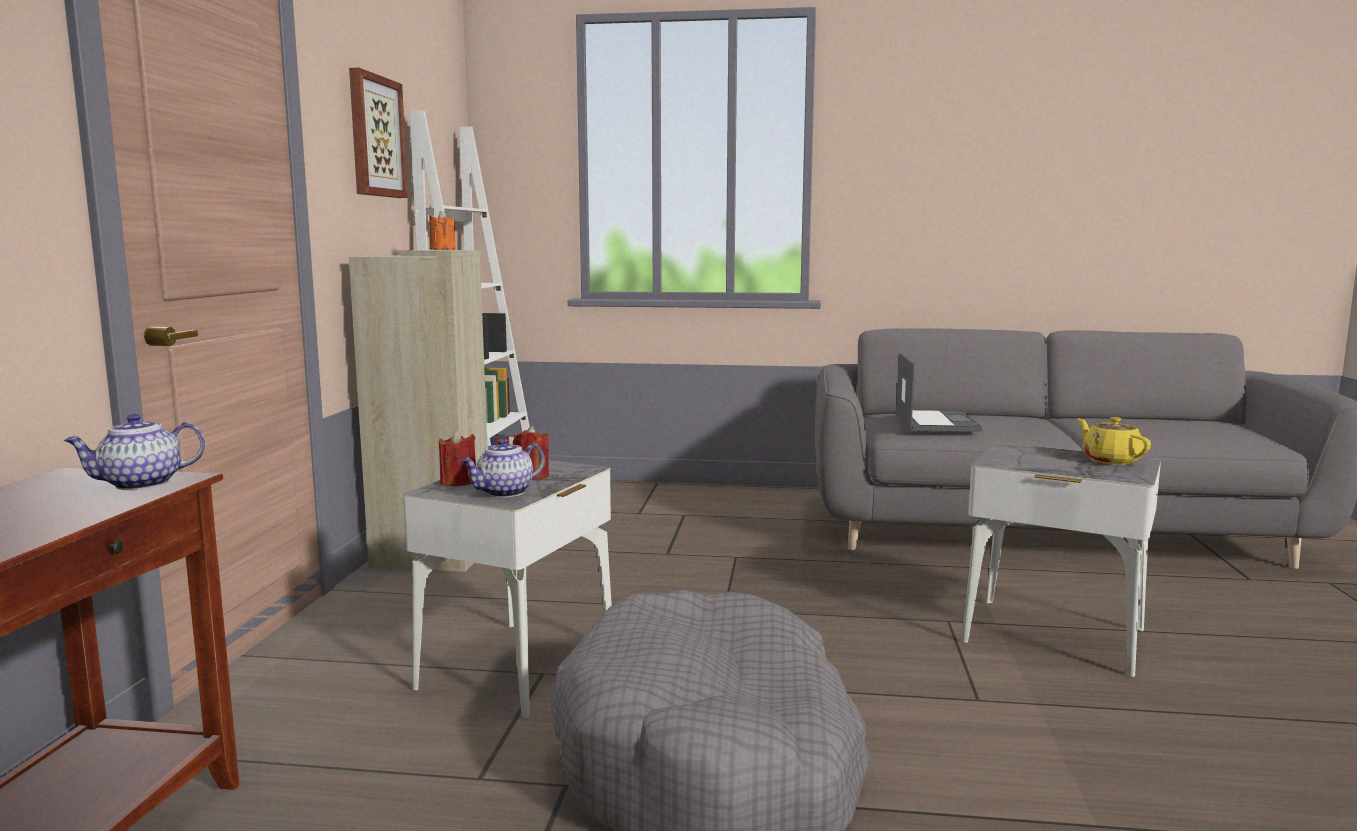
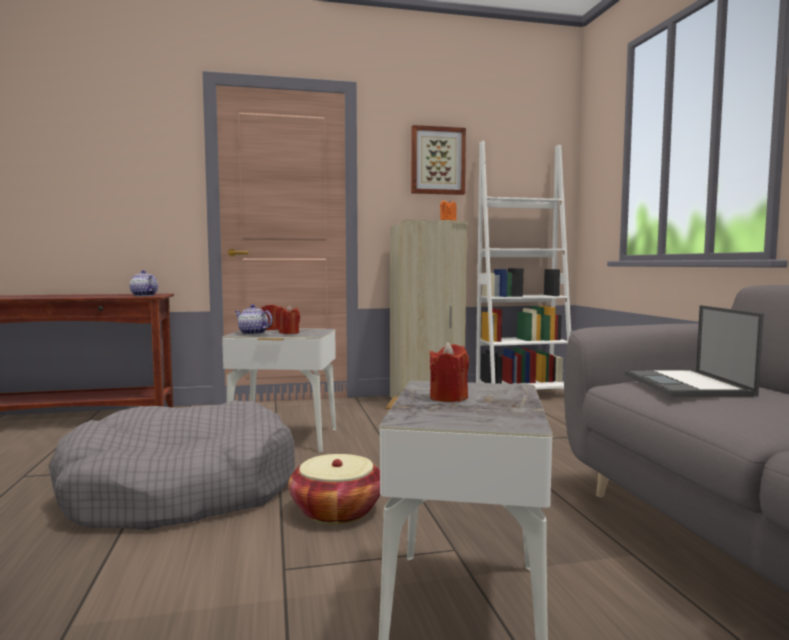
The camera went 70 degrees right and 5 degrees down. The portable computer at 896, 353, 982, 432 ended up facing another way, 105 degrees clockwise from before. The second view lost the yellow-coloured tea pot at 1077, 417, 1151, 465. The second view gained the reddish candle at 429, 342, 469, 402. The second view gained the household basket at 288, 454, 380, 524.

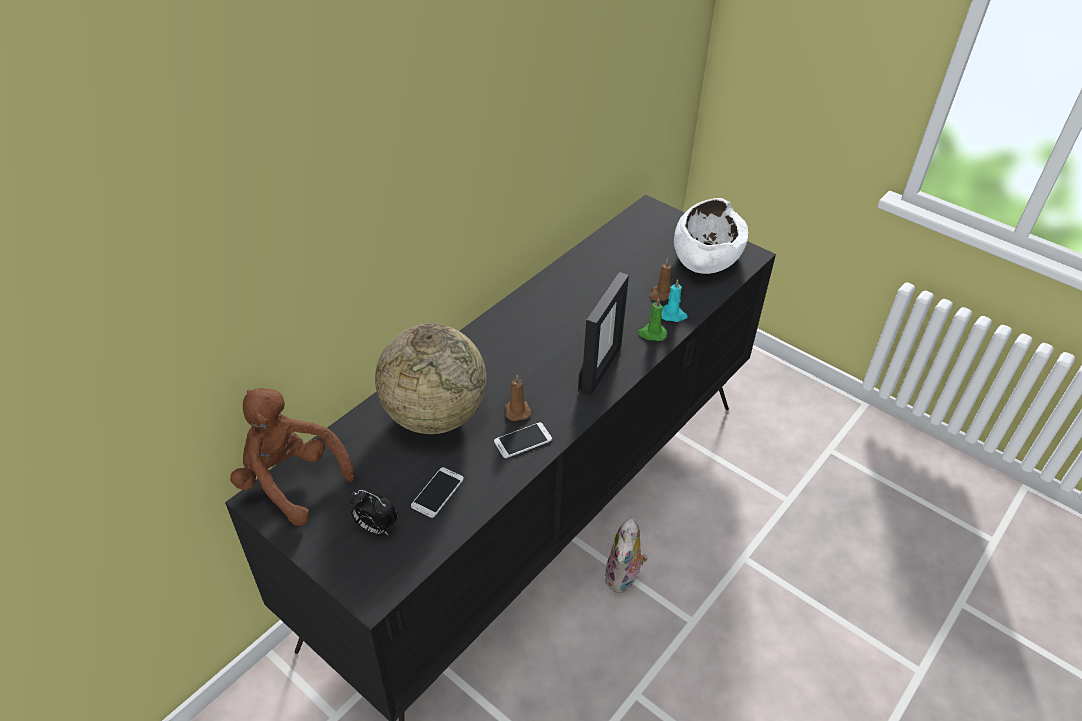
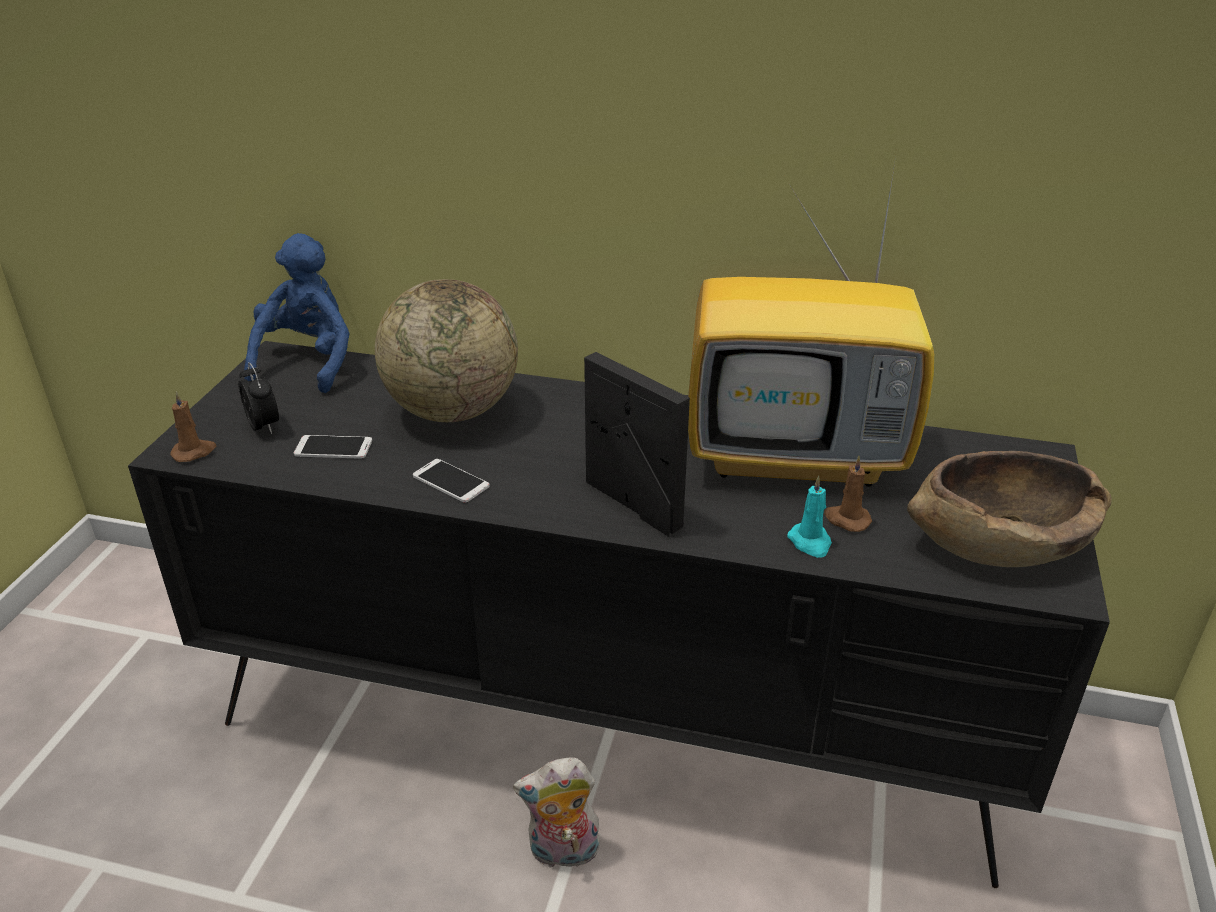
The camera went 65 degrees right and 10 degrees down. What was the whitish deep dish at 674, 198, 749, 274 turned into the brown deep dish at 907, 451, 1112, 567. The standing frame at 578, 272, 629, 396 ended up facing another way, 135 degrees counterclockwise from before. The second view lost the green candle at 637, 297, 667, 341. The brown candle ended up elsewhere, having gone from 504, 375, 532, 421 to 170, 391, 216, 462. What was the brown soft toy at 230, 388, 355, 526 turned into the bluish soft toy at 244, 233, 350, 393. The bedside clock at 349, 489, 398, 536 ended up facing another way, 150 degrees clockwise from before. The second view gained the TV at 688, 157, 934, 487.

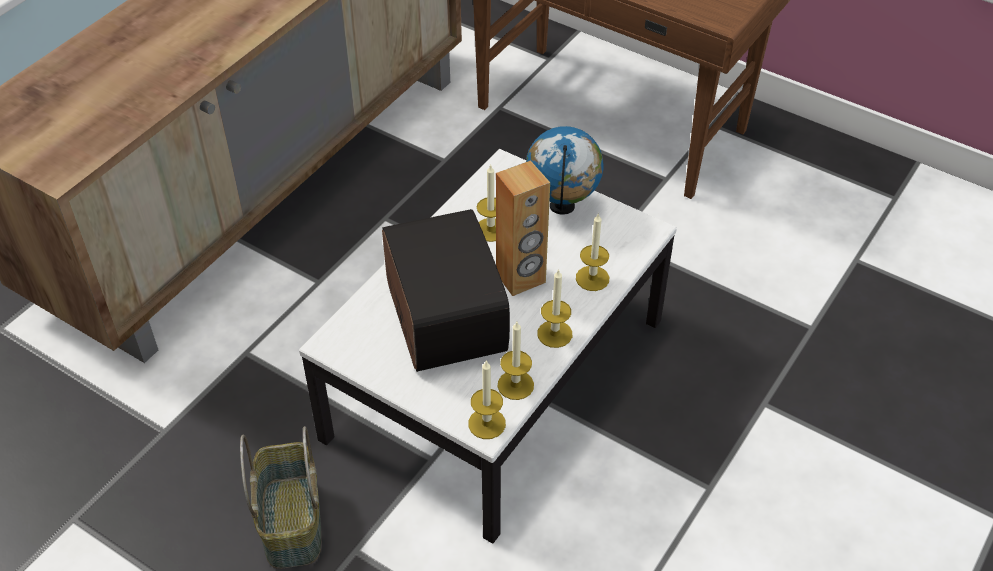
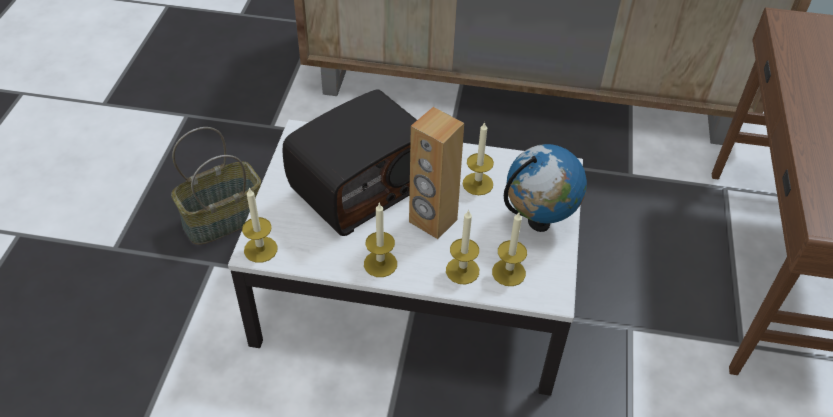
The camera went 65 degrees right and 0 degrees up. The candle ended up elsewhere, having gone from 498, 322, 534, 400 to 492, 212, 527, 286.

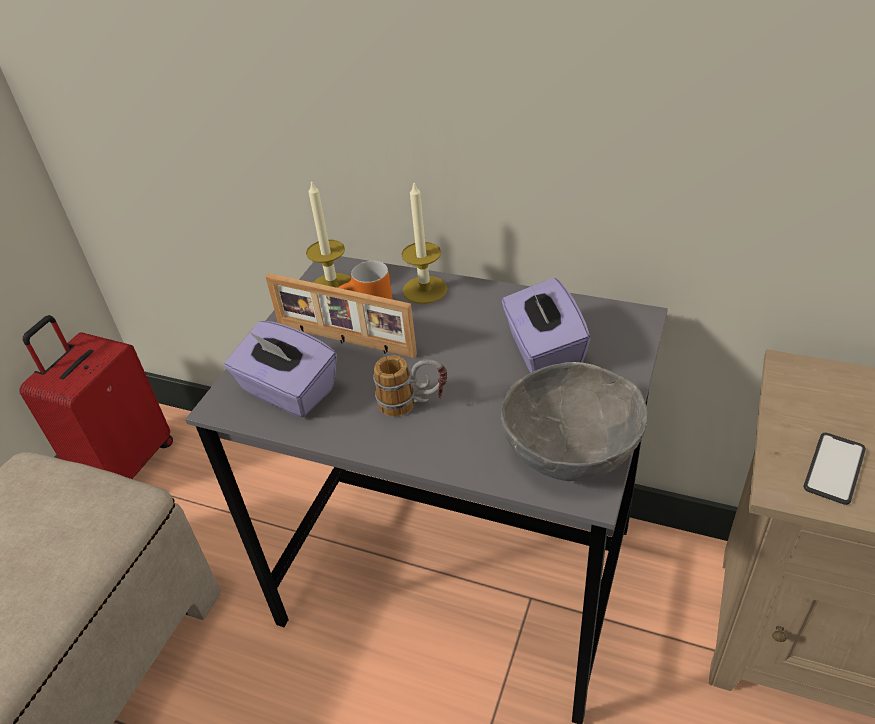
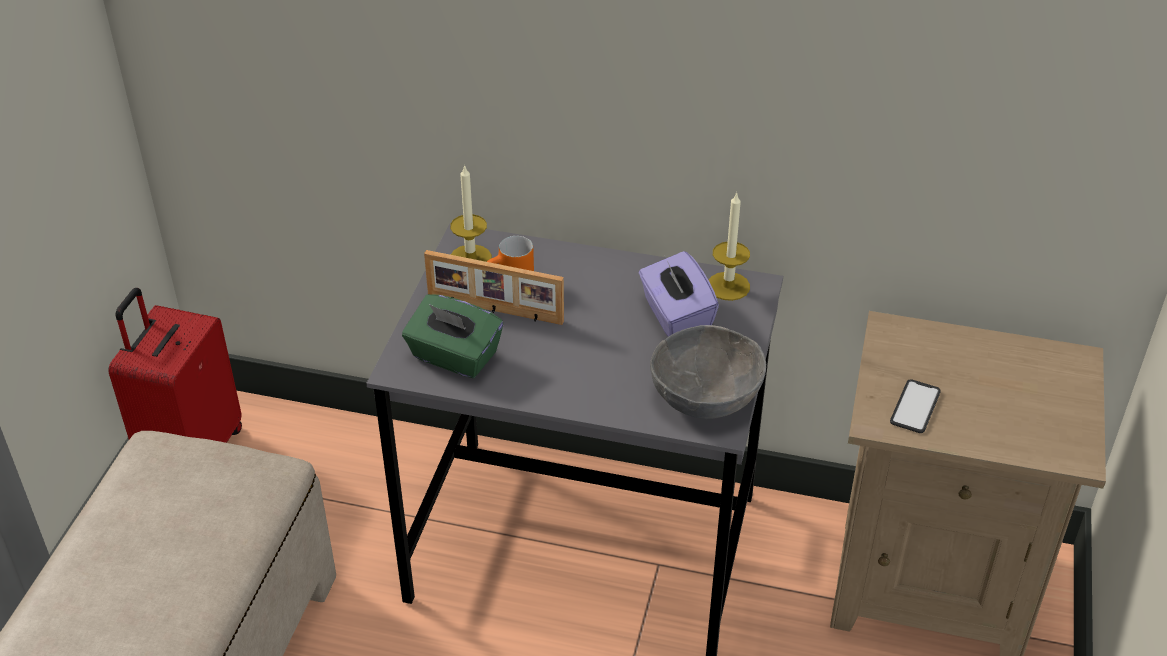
The camera went 10 degrees left and 0 degrees up. The candle ended up elsewhere, having gone from 401, 183, 448, 304 to 709, 192, 750, 301. What was the purple tissue box at 225, 321, 337, 417 turned into the green tissue box at 402, 294, 503, 378. The second view lost the tea mug at 373, 355, 447, 417.

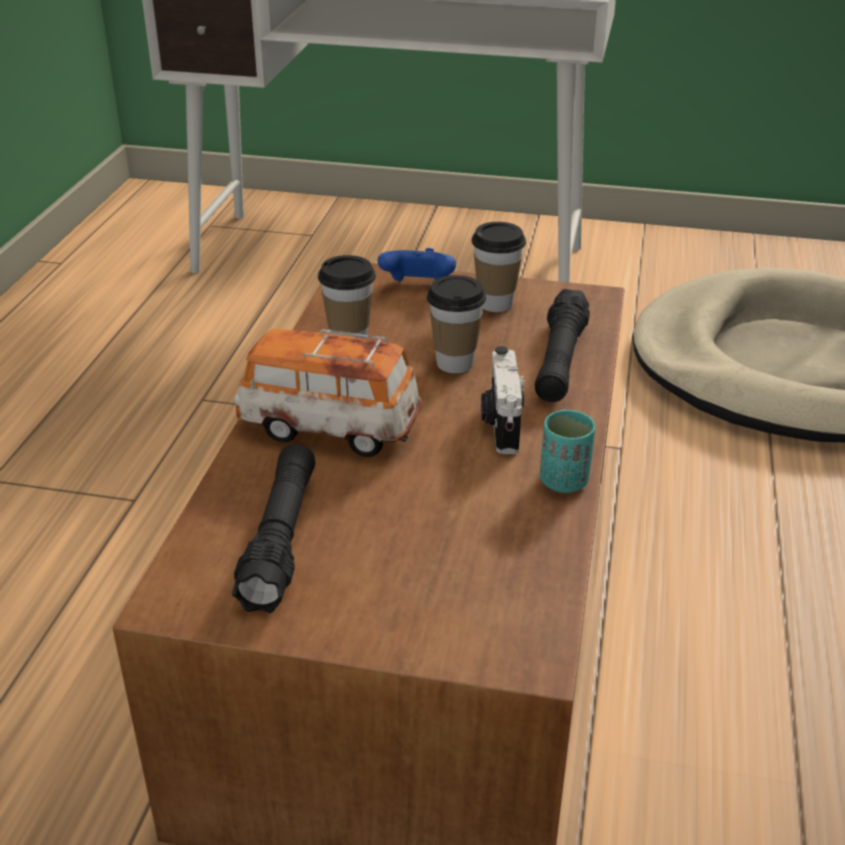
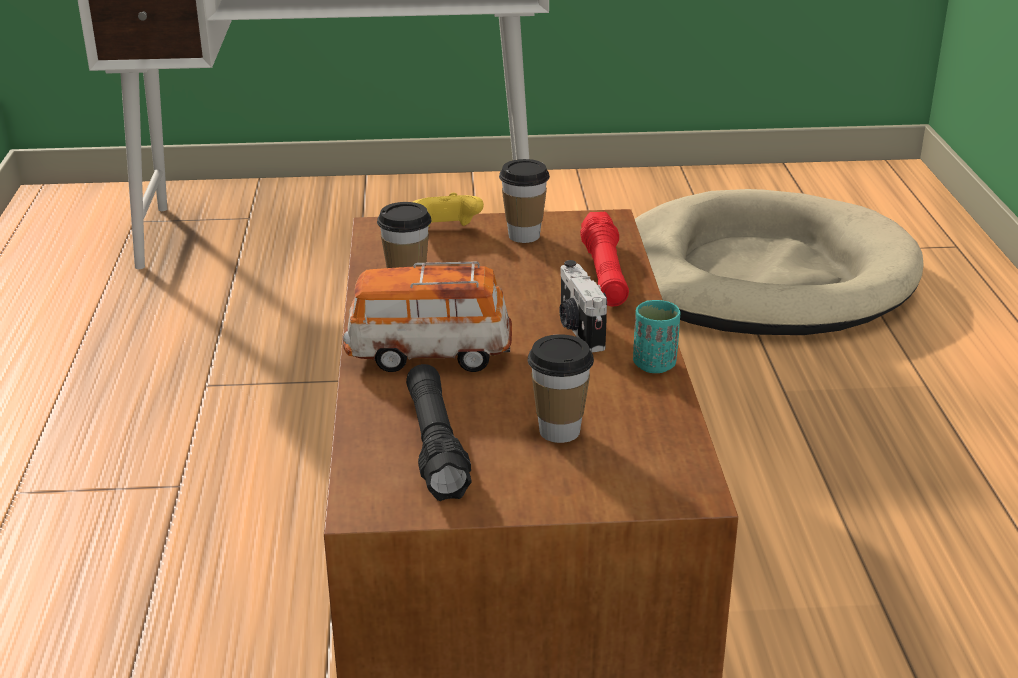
The camera went 15 degrees left and 5 degrees down. What was the bluish game controller at 377, 248, 456, 281 turned into the yellow-coloured game controller at 413, 193, 484, 228. The small cup ended up elsewhere, having gone from 427, 275, 486, 373 to 528, 334, 594, 443. What was the black-coloured torch at 535, 289, 590, 402 turned into the reddish torch at 580, 212, 629, 307.

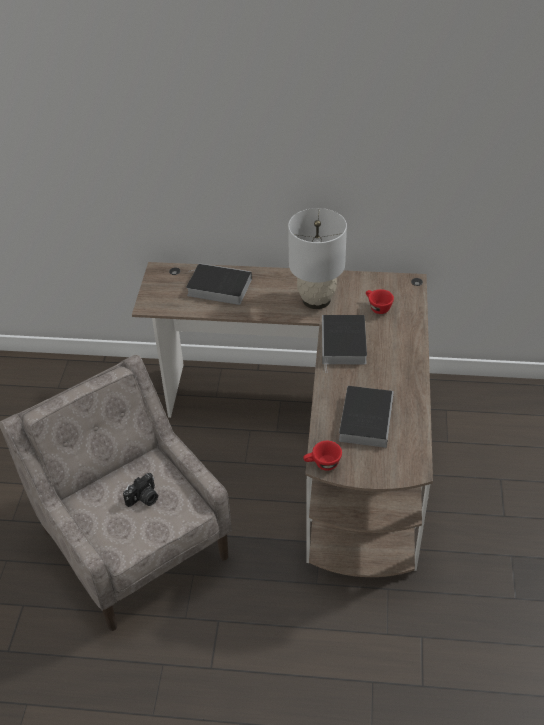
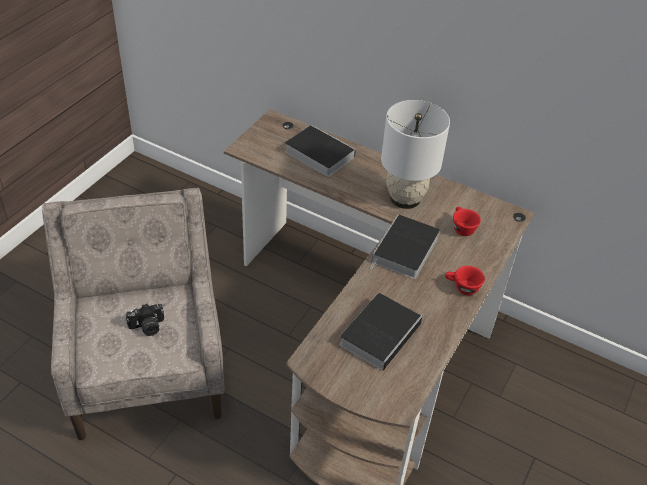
The camera went 20 degrees right and 0 degrees up. The reddish small cup ended up elsewhere, having gone from 303, 441, 342, 471 to 445, 266, 485, 295.

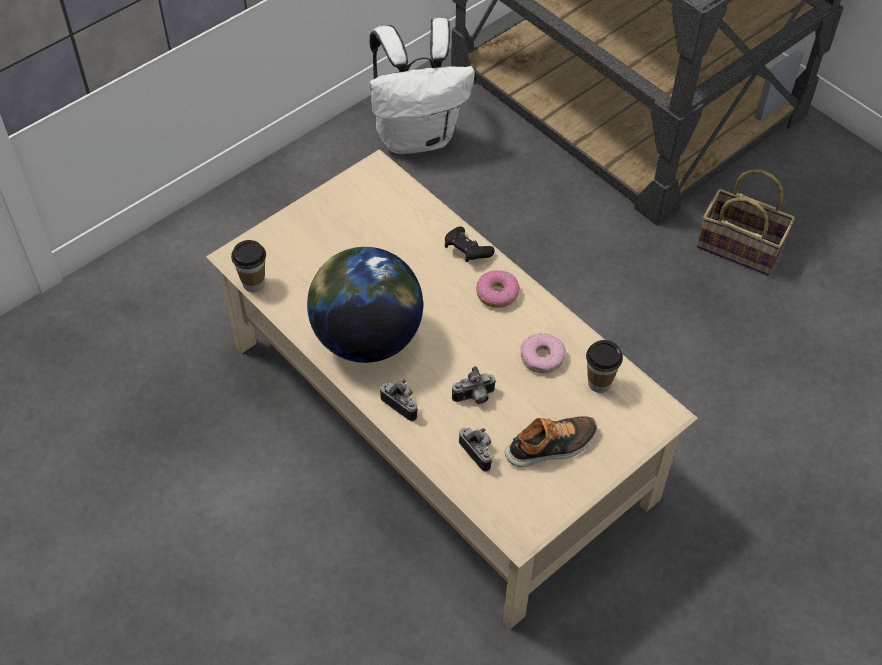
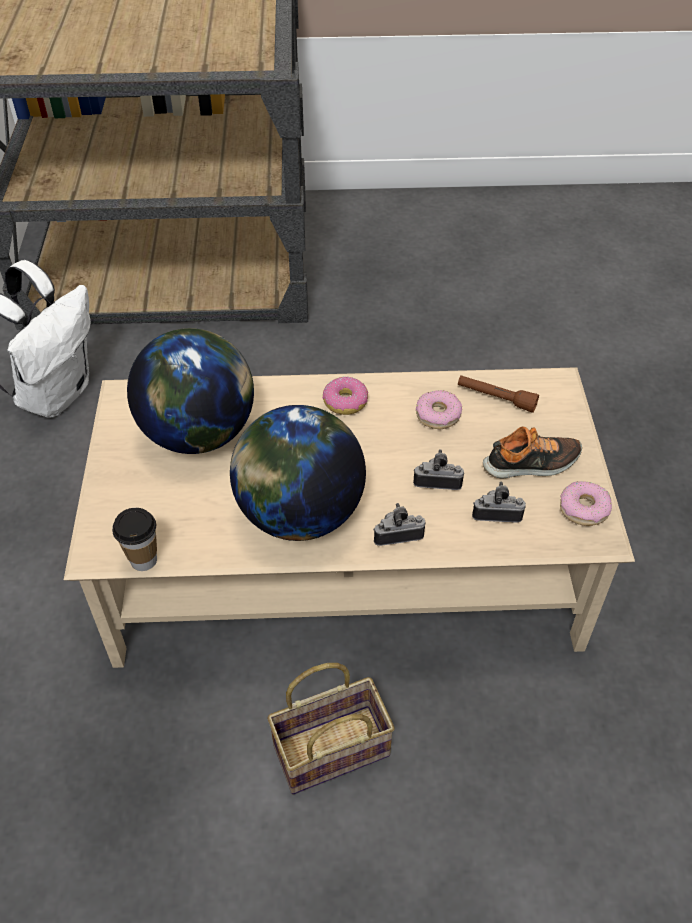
The camera went 50 degrees left and 5 degrees down. The household basket ended up elsewhere, having gone from 697, 169, 795, 276 to 268, 663, 395, 794. The second view lost the black-coloured game controller at 445, 226, 495, 262. Where the small cup stood at 586, 340, 623, 393, the brown torch came to stand at 458, 375, 539, 413. The photo camera at 452, 366, 496, 404 ended up facing another way, 105 degrees counterclockwise from before. The shoe at 505, 416, 597, 467 ended up facing another way, 60 degrees clockwise from before. The second view gained the globe at 127, 328, 254, 454. The second view gained the ring doughnut at 560, 481, 612, 526.

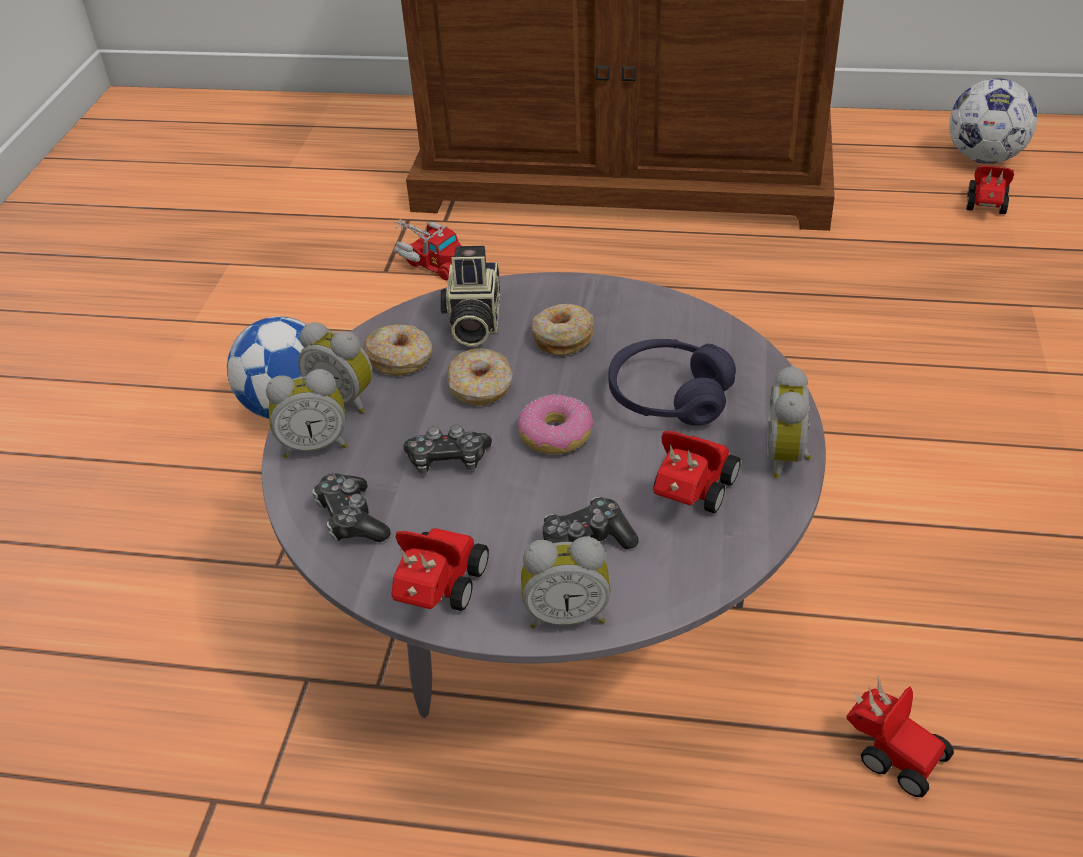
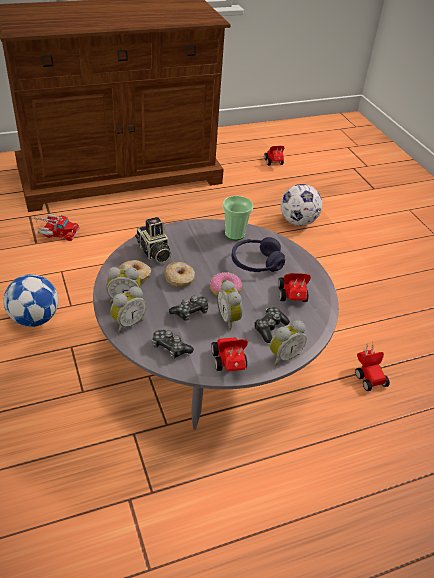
The camera went 35 degrees left and 0 degrees up. The ball for football ended up elsewhere, having gone from 949, 78, 1037, 164 to 281, 184, 322, 226. The second view lost the ring doughnut at 531, 304, 594, 356. The bedside clock ended up elsewhere, having gone from 767, 365, 811, 478 to 217, 280, 243, 330. The model car at 846, 674, 954, 797 ended up facing another way, 60 degrees clockwise from before. The second view gained the small cup at 223, 196, 253, 240.

